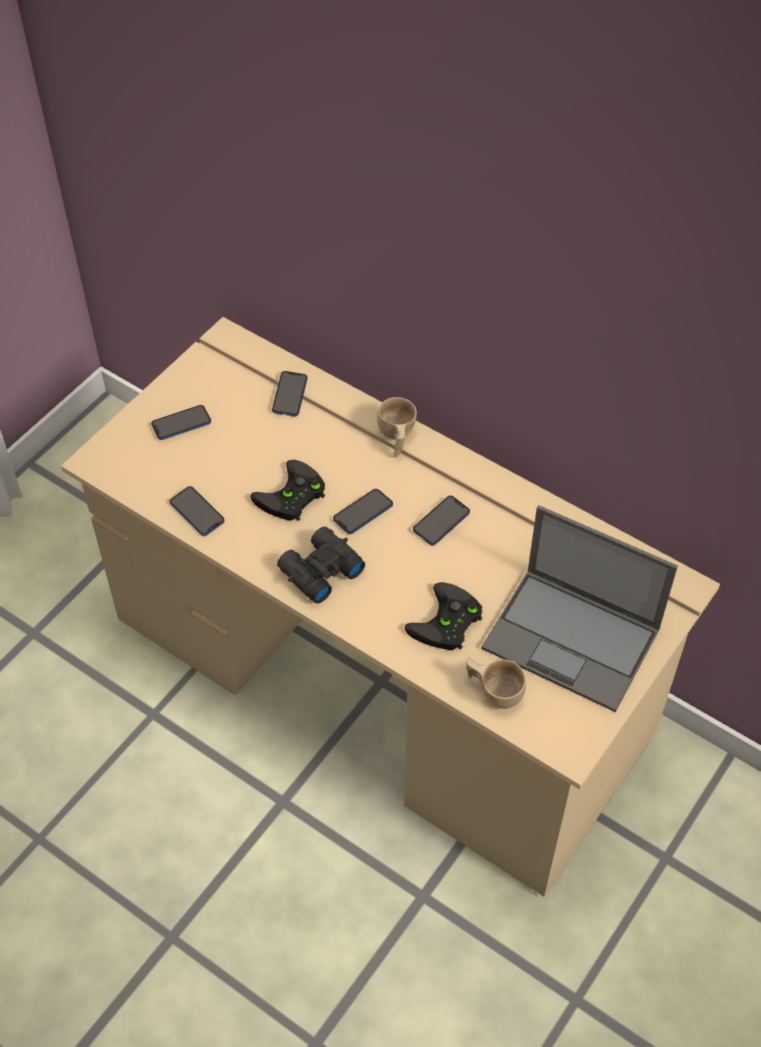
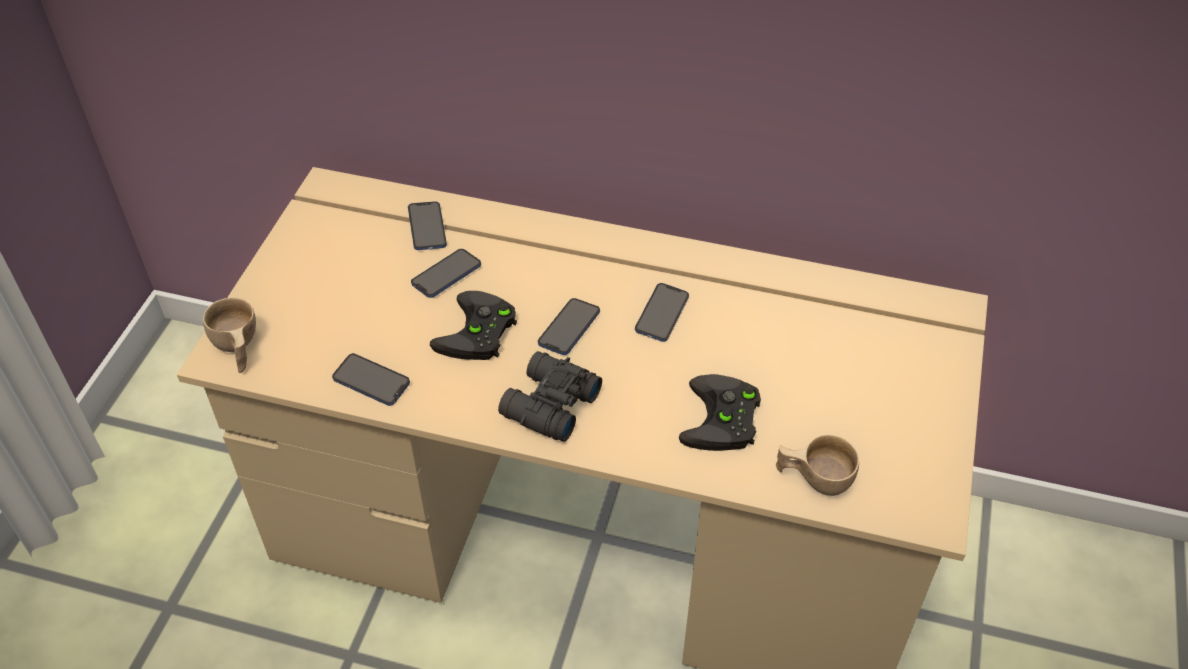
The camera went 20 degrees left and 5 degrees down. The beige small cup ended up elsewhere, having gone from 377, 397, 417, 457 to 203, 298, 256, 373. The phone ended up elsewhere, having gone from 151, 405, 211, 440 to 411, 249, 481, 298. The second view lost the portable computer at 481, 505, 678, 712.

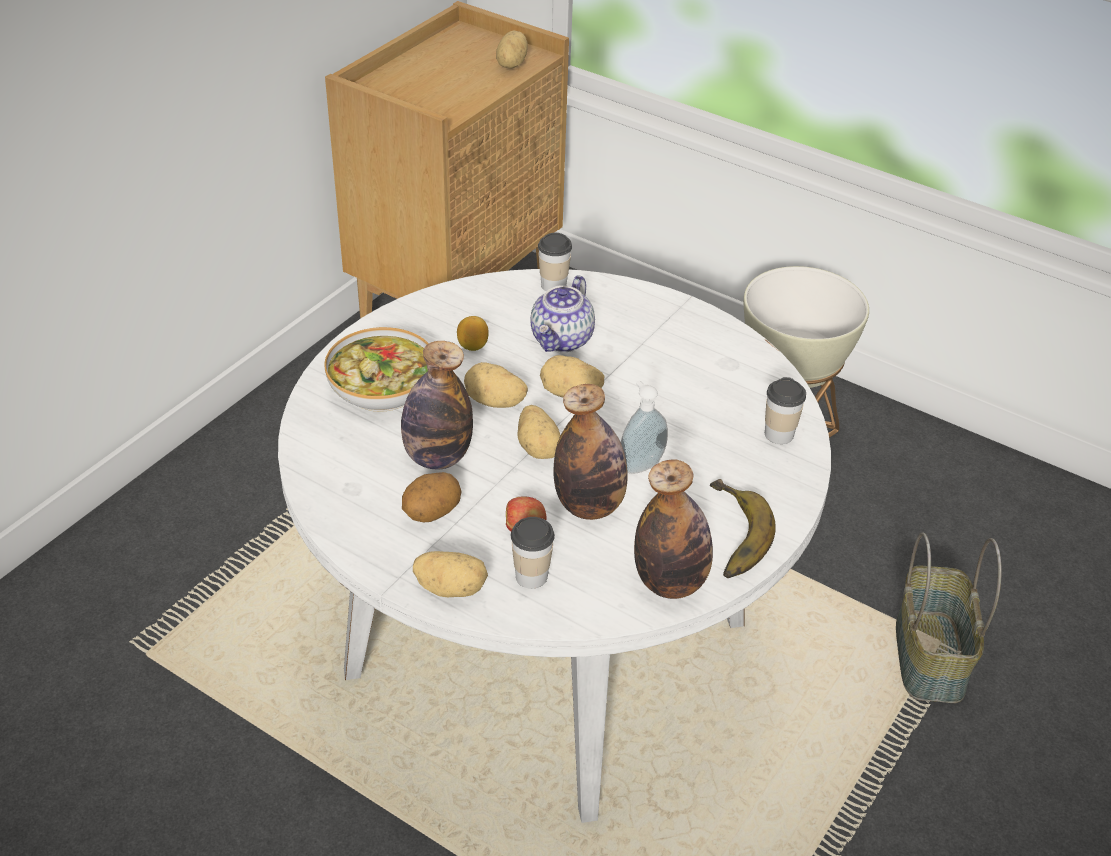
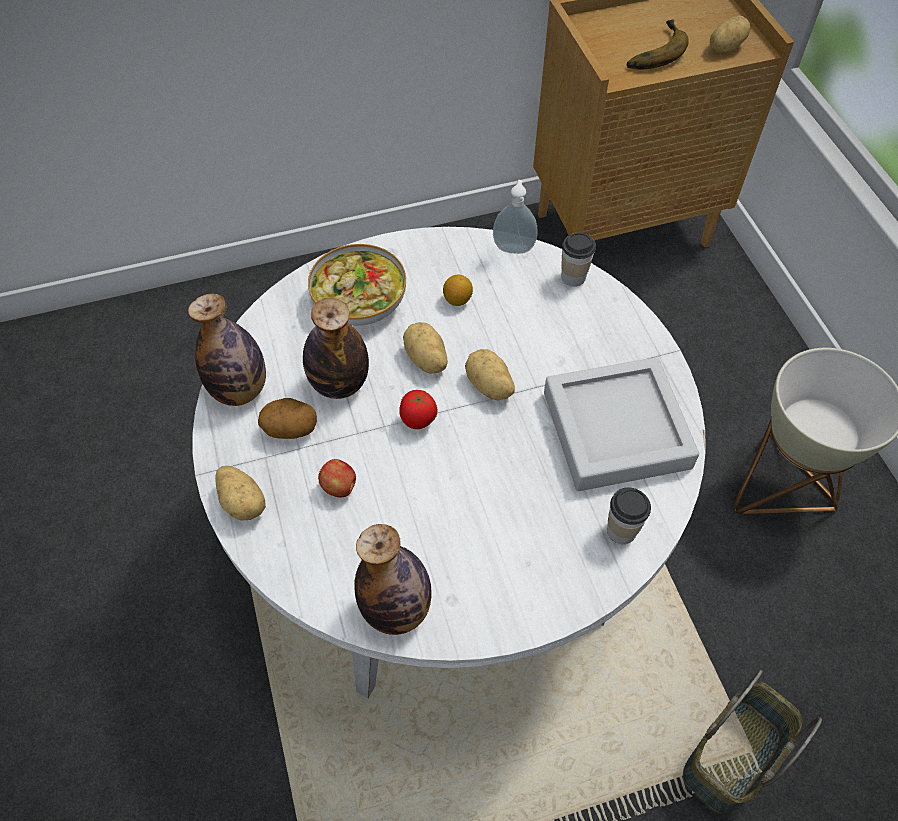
The camera went 40 degrees right and 15 degrees up. The second view lost the tea pot at 530, 275, 595, 352. The liquid soap bottle ended up elsewhere, having gone from 621, 380, 668, 474 to 493, 180, 538, 254. The drink bottle ended up elsewhere, having gone from 554, 384, 628, 520 to 188, 293, 266, 406. Where the whole potato stood at 517, 405, 561, 459, the whole tomato came to stand at 399, 390, 437, 429. The banana fruit ended up elsewhere, having gone from 710, 479, 776, 578 to 627, 20, 689, 70. The second view lost the small cup at 511, 517, 555, 589. The second view gained the gray tray at 544, 357, 699, 491.

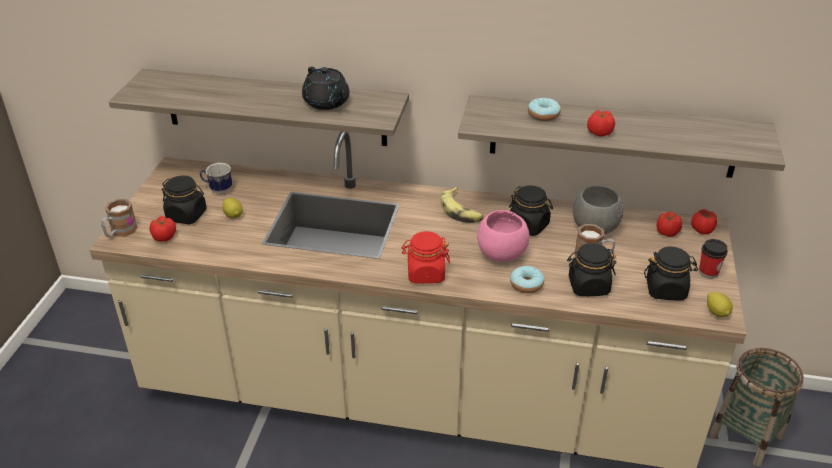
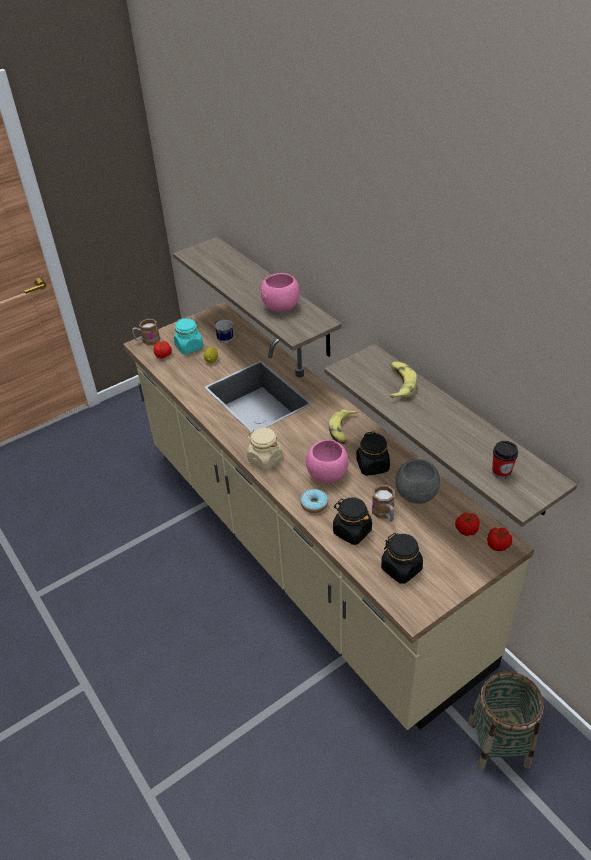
The camera went 45 degrees right and 5 degrees up. Where the black-coloured tea pot stood at 302, 67, 350, 110, the pinkish deep dish came to stand at 261, 273, 300, 312. Where the ring doughnut stood at 528, 97, 561, 121, the banana fruit came to stand at 390, 362, 417, 398. The second view lost the whole tomato at 587, 110, 615, 137. What was the black-coloured storage jar at 162, 176, 207, 224 turned into the turquoise-coloured storage jar at 174, 318, 203, 354. What was the reddish storage jar at 402, 231, 450, 284 turned into the beige storage jar at 247, 428, 283, 470. The small cup ended up elsewhere, having gone from 699, 239, 728, 279 to 492, 441, 518, 479. The second view lost the citrus fruit at 707, 292, 733, 317.

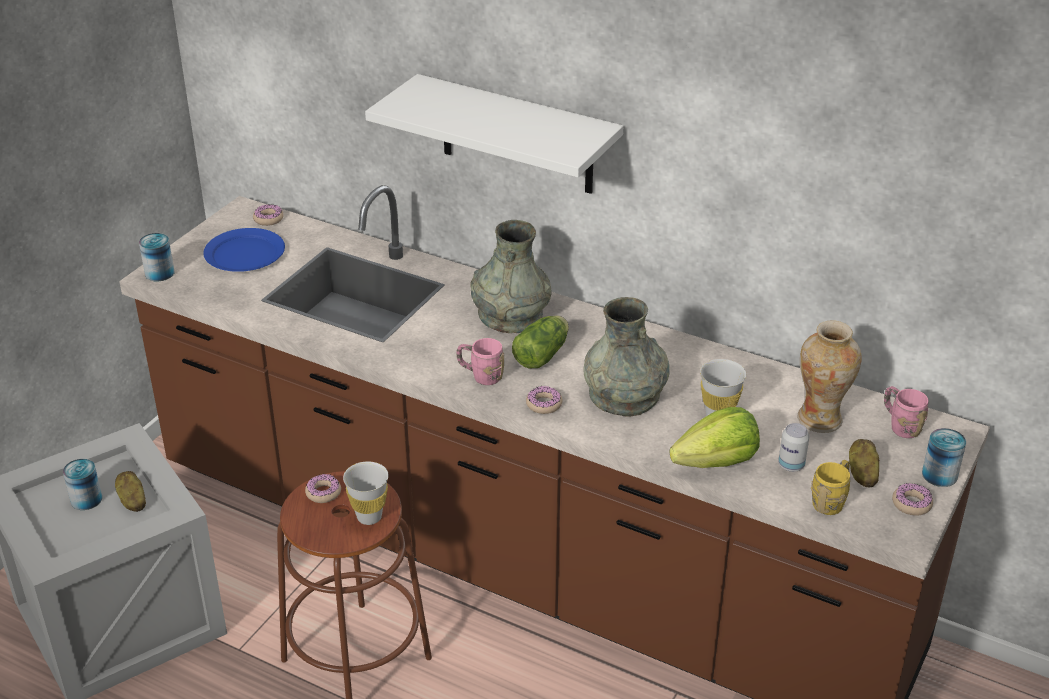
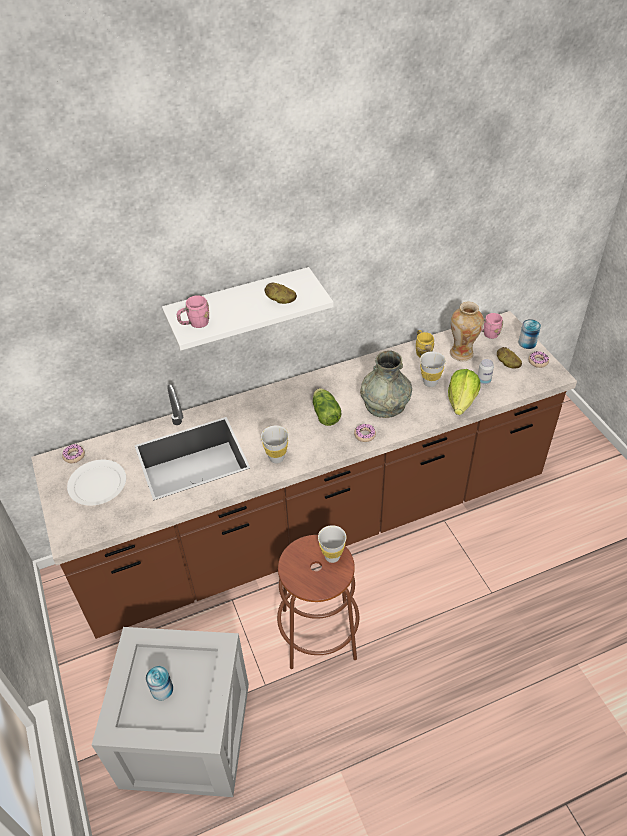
The camera went 50 degrees left and 10 degrees up. The second view lost the gray decorative vase at 471, 220, 552, 333. What was the bluish plate at 203, 228, 285, 272 turned into the whitish plate at 67, 460, 126, 505. The second view lost the metal can at 139, 233, 175, 281. The pinkish tea mug ended up elsewhere, having gone from 456, 338, 504, 385 to 177, 295, 209, 328. The yellow-coloured tea mug ended up elsewhere, having gone from 811, 460, 850, 515 to 416, 330, 434, 357. The whole potato ended up elsewhere, having gone from 115, 471, 146, 512 to 265, 283, 297, 304. The second view lost the ring doughnut at 305, 474, 341, 503. The second view gained the whitish small cup at 261, 425, 289, 463.

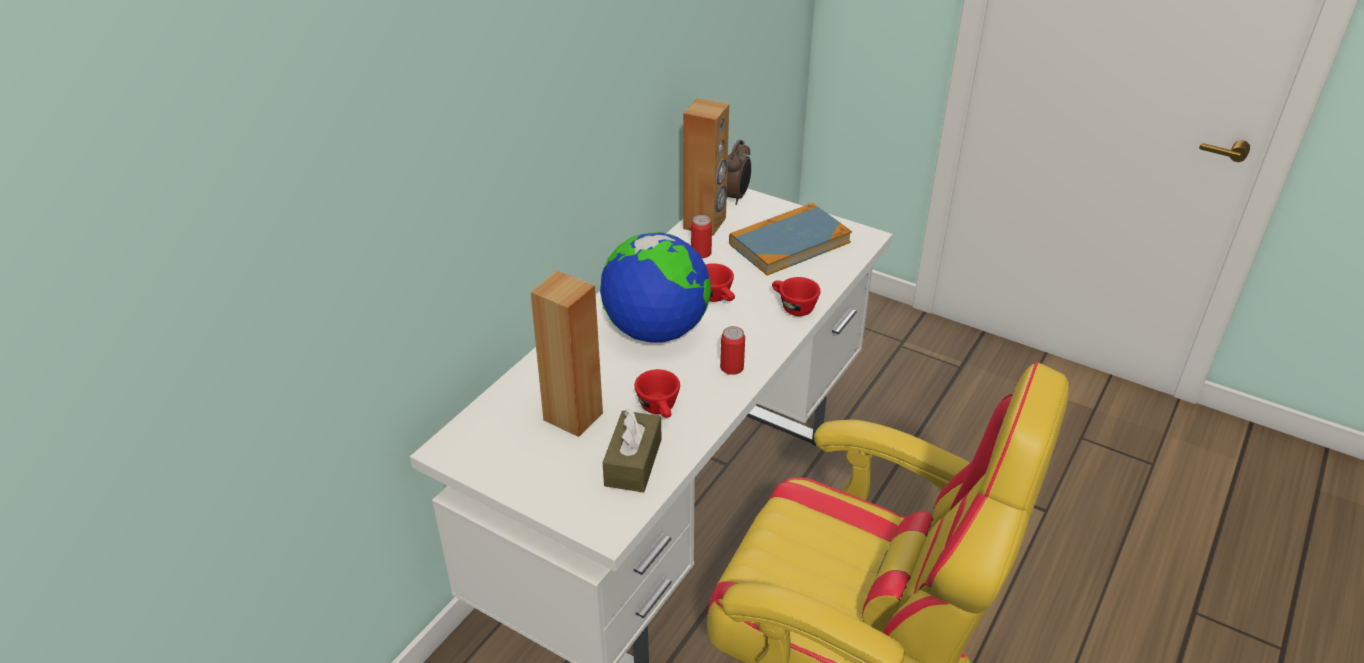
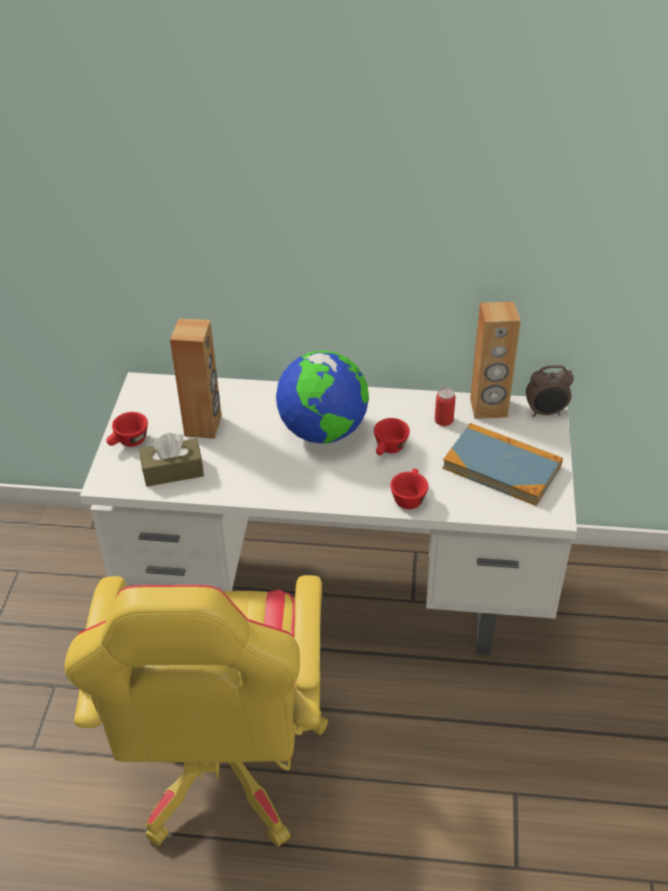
The camera went 65 degrees right and 5 degrees up. The second view lost the metal can at 720, 326, 745, 375. The reddish small cup ended up elsewhere, having gone from 634, 369, 680, 418 to 106, 412, 148, 447.

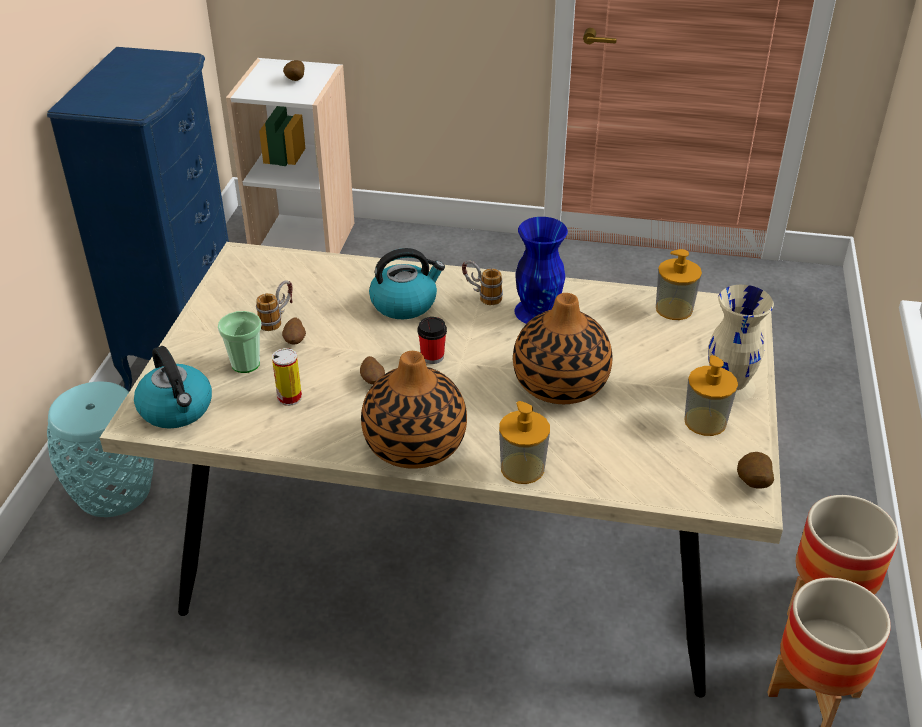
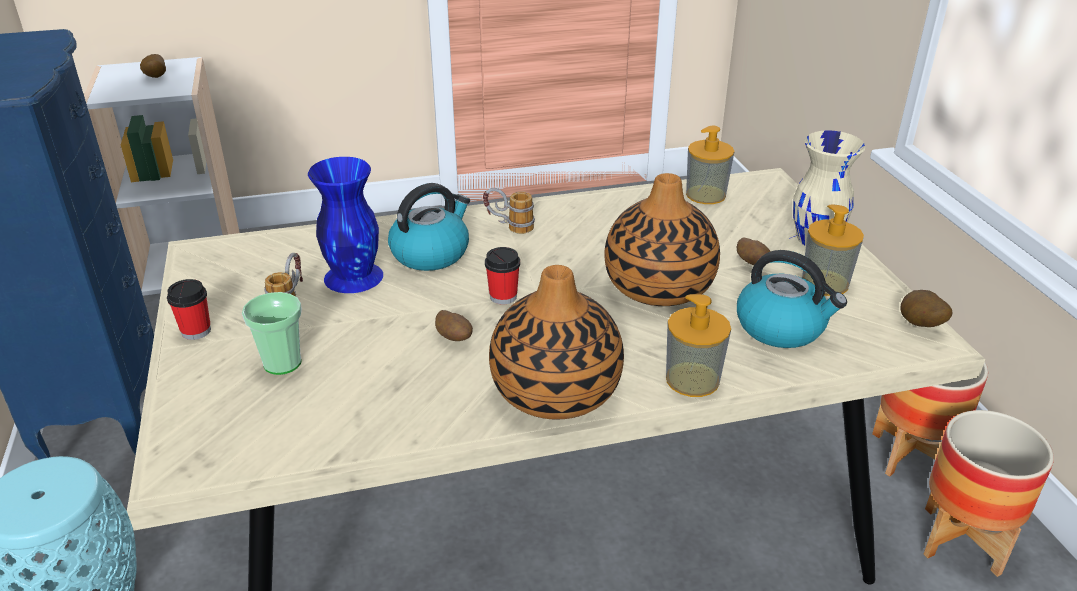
The camera went 25 degrees left and 5 degrees down. The bluish decorative vase ended up elsewhere, having gone from 515, 217, 568, 324 to 308, 157, 383, 293. The whole potato ended up elsewhere, having gone from 282, 317, 306, 344 to 737, 237, 771, 265. The tea kettle ended up elsewhere, having gone from 134, 346, 212, 429 to 737, 250, 847, 348. The second view lost the metal can at 272, 348, 302, 406. The second view gained the small cup at 167, 279, 211, 340.

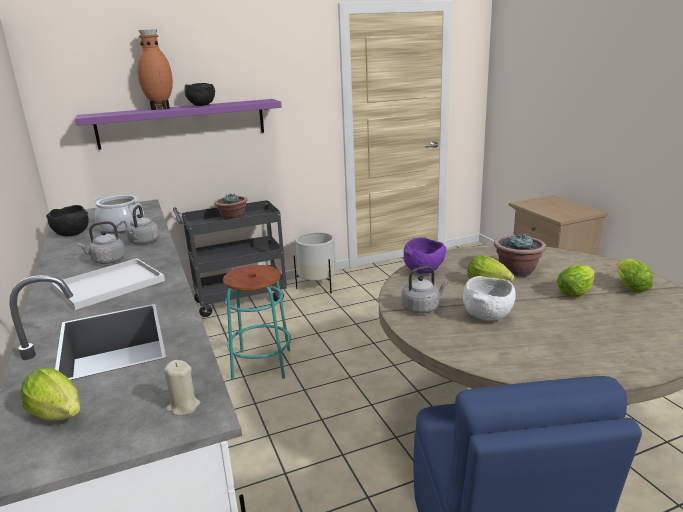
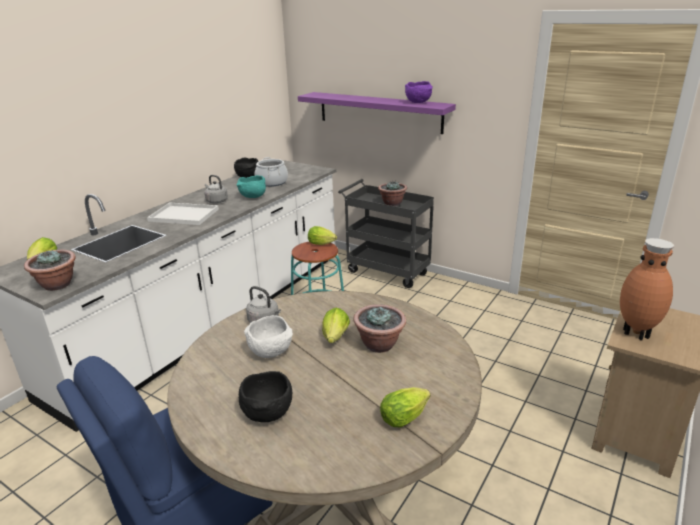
The camera went 55 degrees right and 5 degrees up. The brown decorative vase ended up elsewhere, having gone from 137, 29, 173, 110 to 620, 238, 674, 340. The black-coloured deep dish ended up elsewhere, having gone from 184, 83, 215, 106 to 239, 371, 292, 422. Where the gray tea kettle stood at 126, 205, 159, 244, the turquoise-coloured deep dish came to stand at 236, 175, 266, 198. The second view lost the whitish plant pot at 294, 232, 336, 293. The purple deep dish ended up elsewhere, having gone from 403, 237, 446, 274 to 405, 81, 433, 103. The head of lettuce ended up elsewhere, having gone from 557, 265, 595, 297 to 308, 226, 337, 245. Where the beige candle stood at 164, 360, 200, 416, the houseplant came to stand at 24, 249, 76, 291.

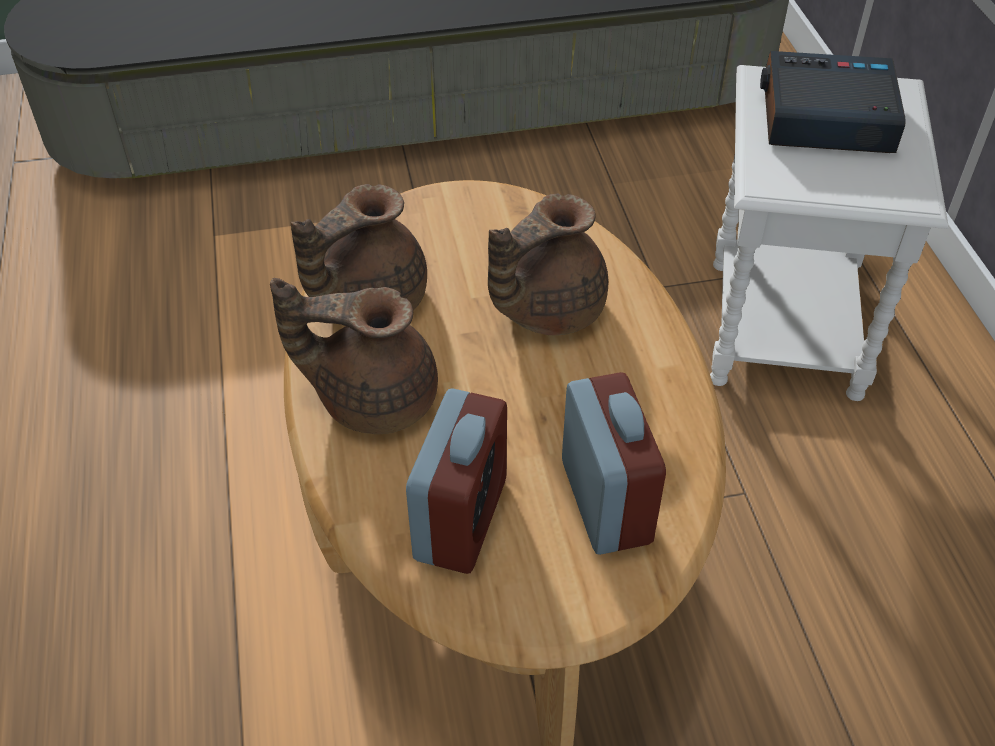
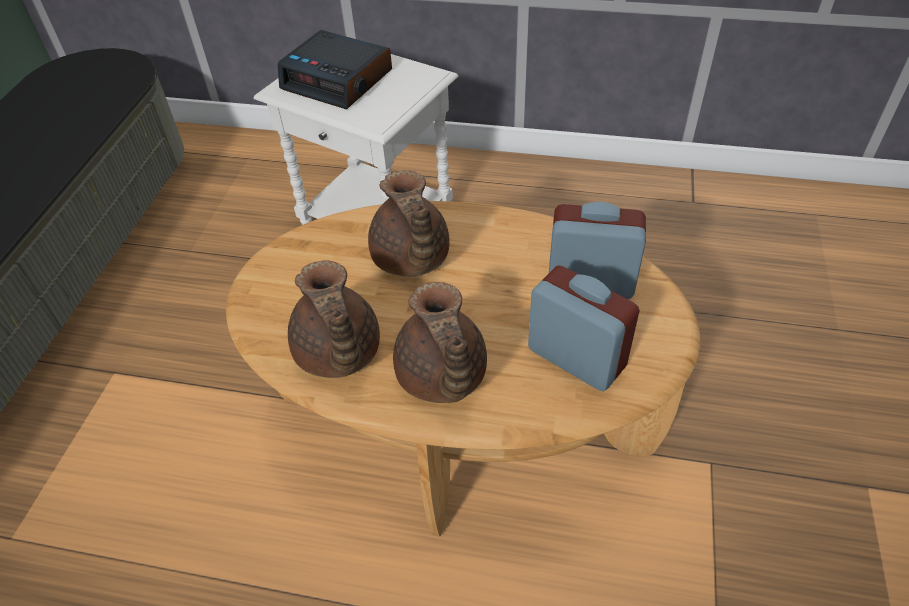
The camera went 65 degrees left and 0 degrees up. The bedside clock at 760, 51, 906, 153 ended up facing another way, 90 degrees counterclockwise from before. The brown tea pot at 270, 278, 438, 434 ended up facing another way, 45 degrees counterclockwise from before.

